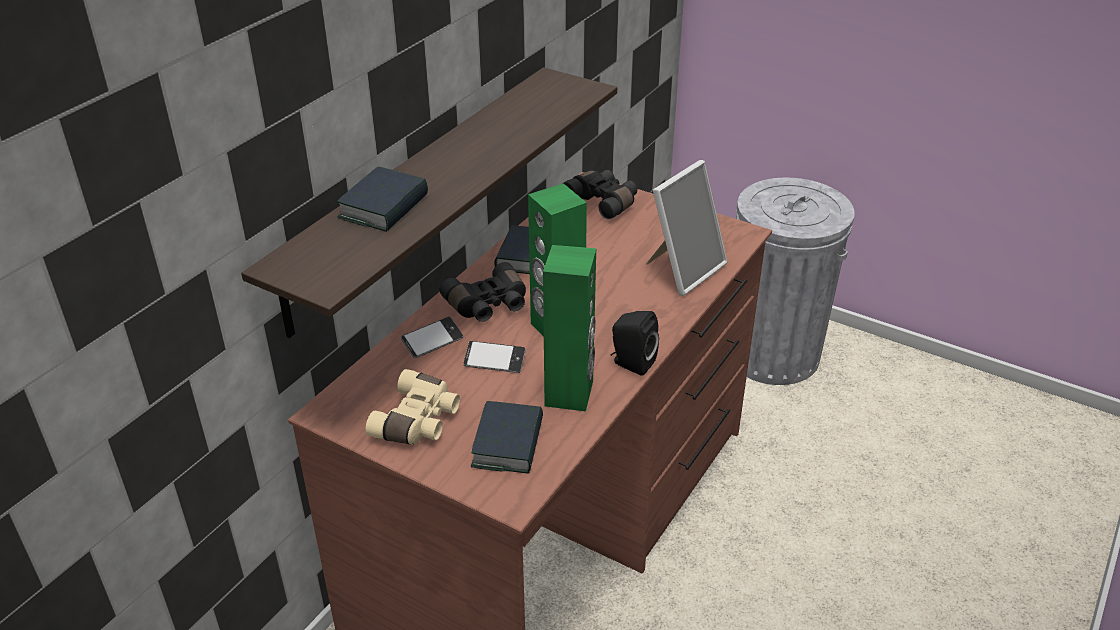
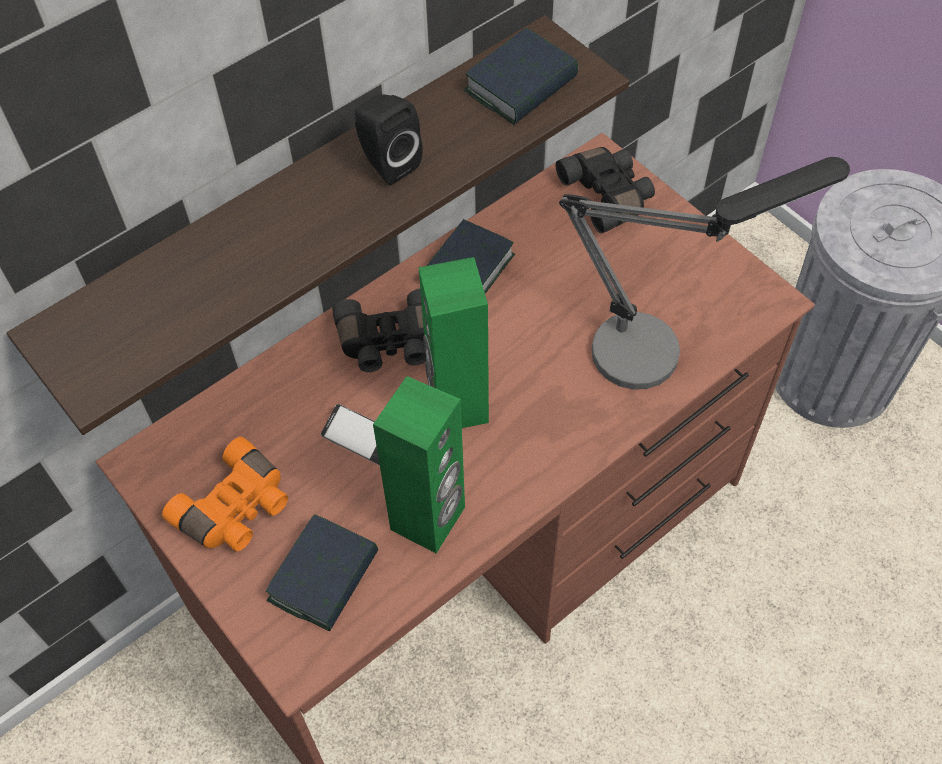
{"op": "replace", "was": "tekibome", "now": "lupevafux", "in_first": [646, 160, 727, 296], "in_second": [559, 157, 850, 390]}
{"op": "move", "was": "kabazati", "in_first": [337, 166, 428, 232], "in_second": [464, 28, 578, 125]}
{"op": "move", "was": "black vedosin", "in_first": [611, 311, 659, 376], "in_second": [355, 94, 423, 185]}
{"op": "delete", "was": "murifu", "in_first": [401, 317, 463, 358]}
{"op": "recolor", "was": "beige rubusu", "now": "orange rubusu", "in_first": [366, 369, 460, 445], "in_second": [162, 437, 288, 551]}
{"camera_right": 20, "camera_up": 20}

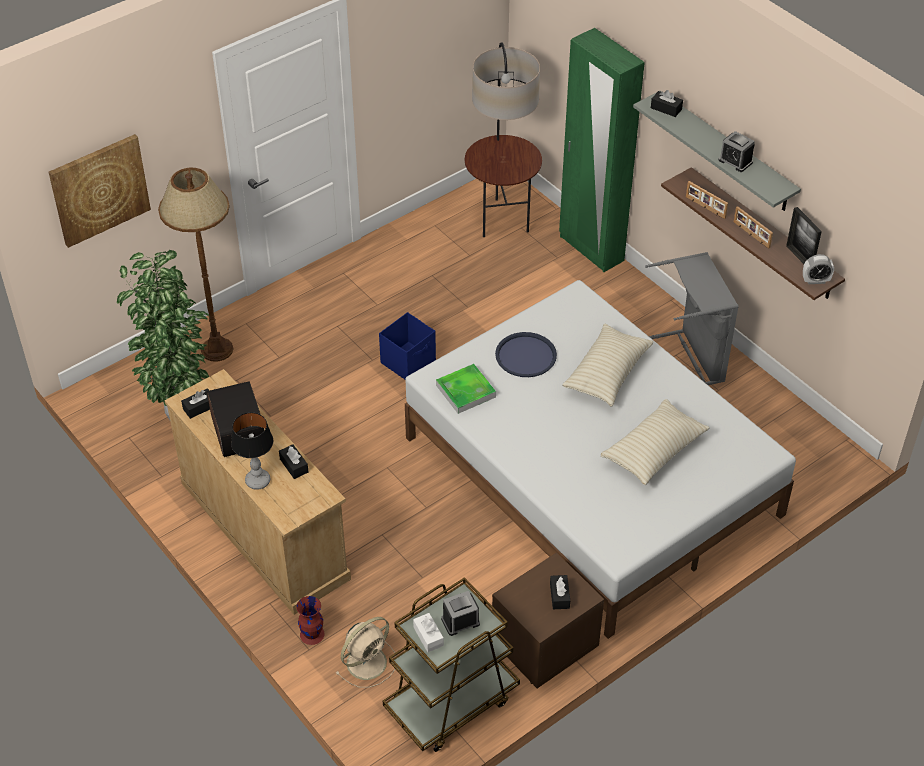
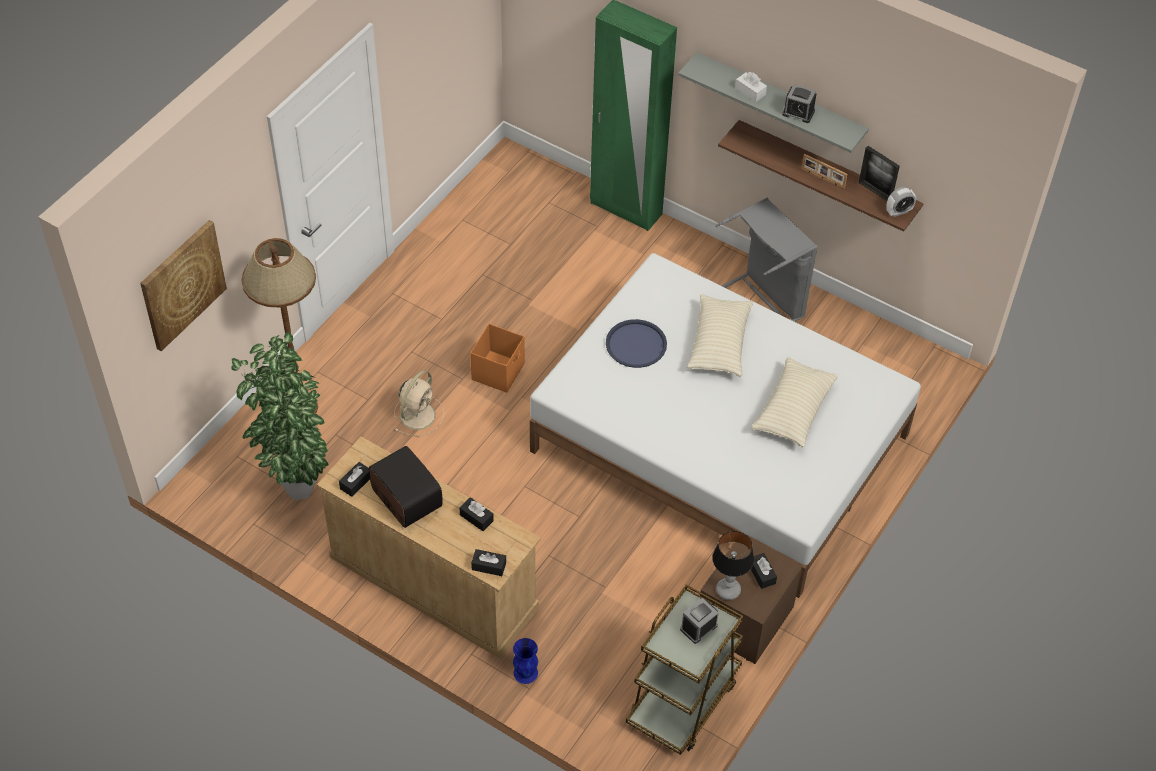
{"op": "delete", "was": "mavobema", "in_first": [465, 42, 542, 237]}
{"op": "move", "was": "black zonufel", "in_first": [651, 90, 683, 117], "in_second": [471, 549, 506, 576]}
{"op": "delete", "was": "tekibome", "in_first": [686, 181, 728, 219]}
{"op": "recolor", "was": "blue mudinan", "now": "orange mudinan", "in_first": [379, 312, 436, 380], "in_second": [470, 324, 525, 393]}
{"op": "delete", "was": "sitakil", "in_first": [436, 364, 496, 414]}
{"op": "move", "was": "lupevafux", "in_first": [231, 412, 273, 490], "in_second": [712, 531, 754, 600]}
{"op": "recolor", "was": "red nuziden", "now": "blue nuziden", "in_first": [296, 596, 325, 645], "in_second": [513, 638, 538, 684]}
{"op": "move", "was": "white zonufel", "in_first": [413, 613, 444, 652], "in_second": [735, 72, 767, 102]}
{"op": "move", "was": "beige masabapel", "in_first": [336, 617, 395, 688], "in_second": [394, 370, 444, 436]}
{"camera_right": -20, "camera_up": 5}

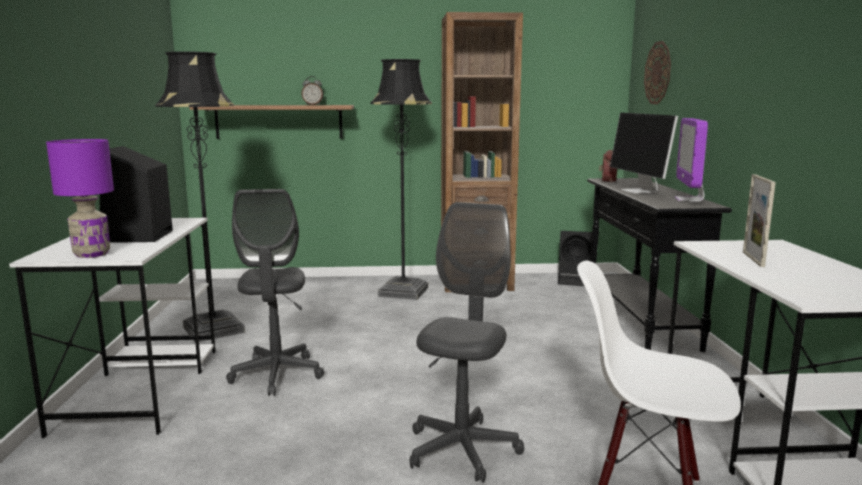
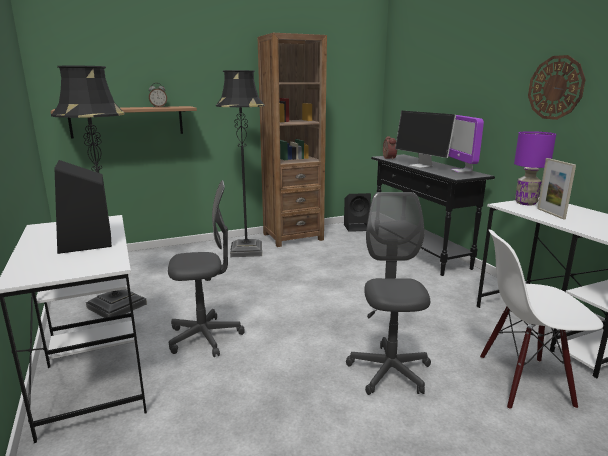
{"op": "move", "was": "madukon", "in_first": [644, 41, 671, 104], "in_second": [528, 55, 586, 120]}
{"op": "move", "was": "purple lupevafux", "in_first": [46, 139, 114, 258], "in_second": [514, 131, 556, 205]}
{"op": "rotate", "was": "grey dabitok", "in_first": [226, 189, 324, 396], "in_second": [168, 180, 245, 357], "clockwise": -75}
{"camera_right": -20, "camera_up": 5}

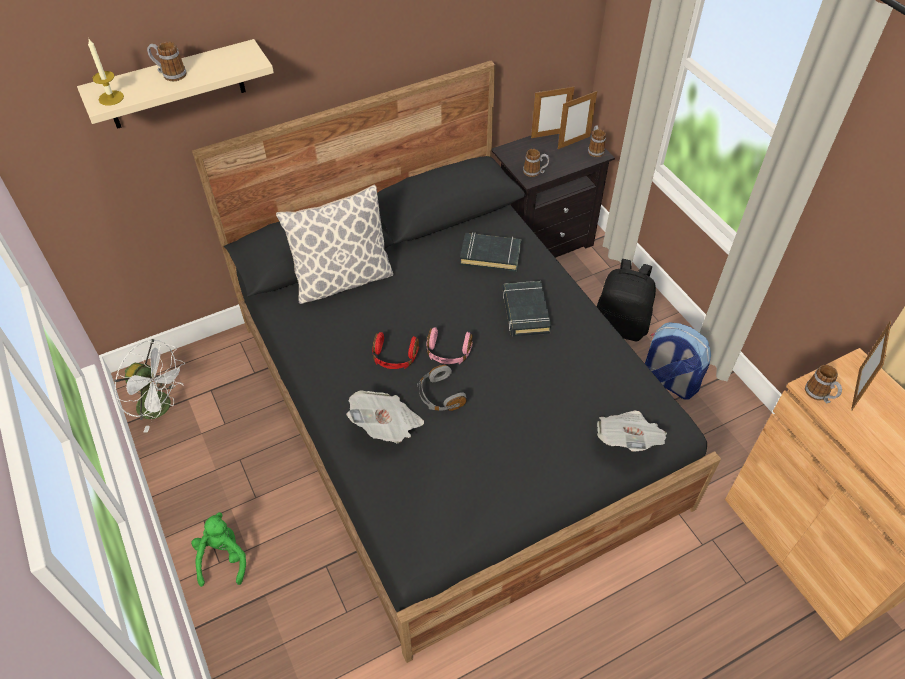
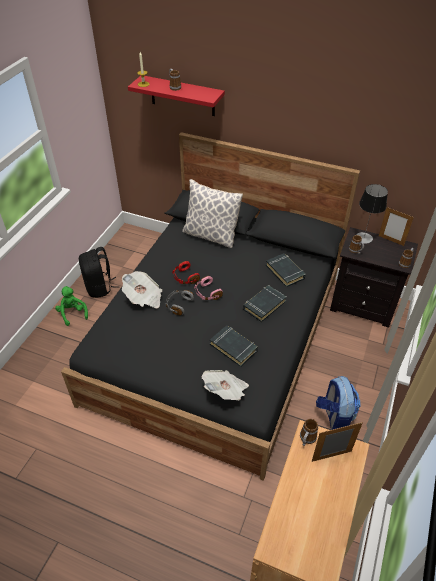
{"op": "recolor", "was": "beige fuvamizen", "now": "red fuvamizen", "in_first": [77, 39, 274, 129], "in_second": [128, 76, 225, 116]}
{"op": "delete", "was": "tekibome", "in_first": [558, 91, 597, 149]}
{"op": "move", "was": "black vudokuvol", "in_first": [597, 259, 656, 342], "in_second": [79, 247, 119, 298]}
{"op": "delete", "was": "white masabapel", "in_first": [114, 339, 185, 432]}
{"op": "rotate", "was": "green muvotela", "in_first": [191, 512, 246, 587], "in_second": [55, 286, 88, 326], "clockwise": -75}
{"op": "insert", "now": "lupevafux", "in_second": [356, 184, 388, 244]}
{"op": "insert", "now": "black kabazati", "in_second": [210, 325, 258, 367]}
{"camera_right": 50, "camera_up": -5}

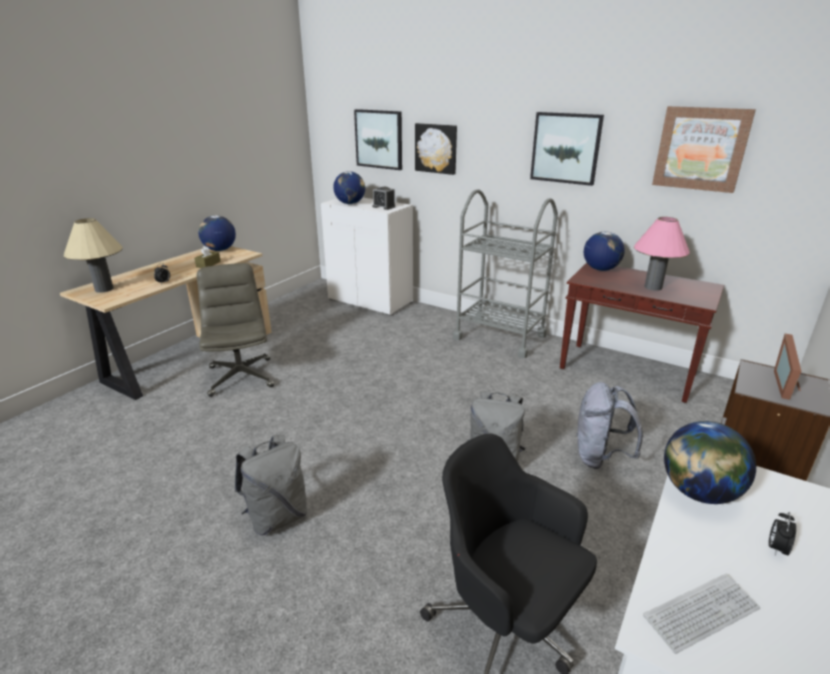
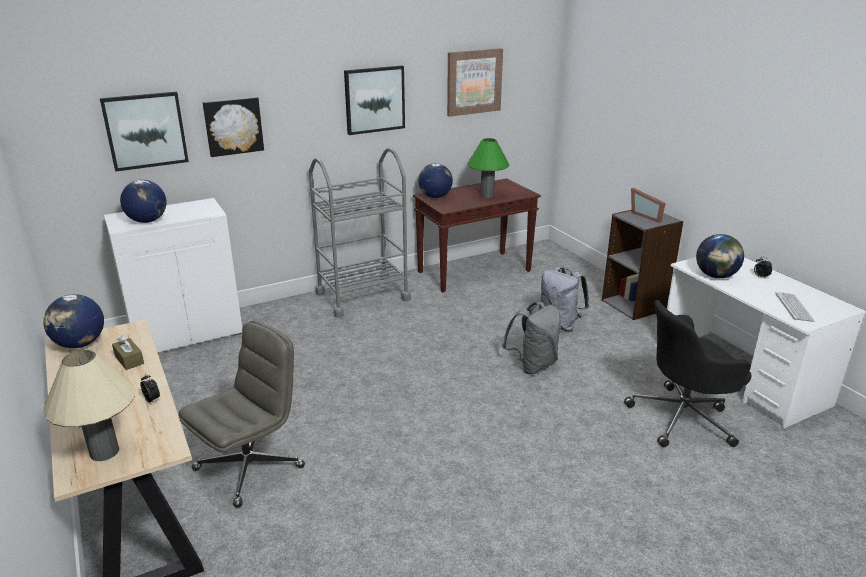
{"op": "delete", "was": "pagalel", "in_first": [373, 187, 396, 210]}
{"op": "recolor", "was": "pink lupevafux", "now": "green lupevafux", "in_first": [634, 217, 690, 291], "in_second": [468, 138, 509, 198]}
{"op": "rotate", "was": "grey dabitok", "in_first": [197, 263, 274, 397], "in_second": [179, 321, 305, 508], "clockwise": 120}
{"op": "delete", "was": "grey vudokuvol", "in_first": [235, 435, 308, 535]}
{"camera_right": -60, "camera_up": 0}

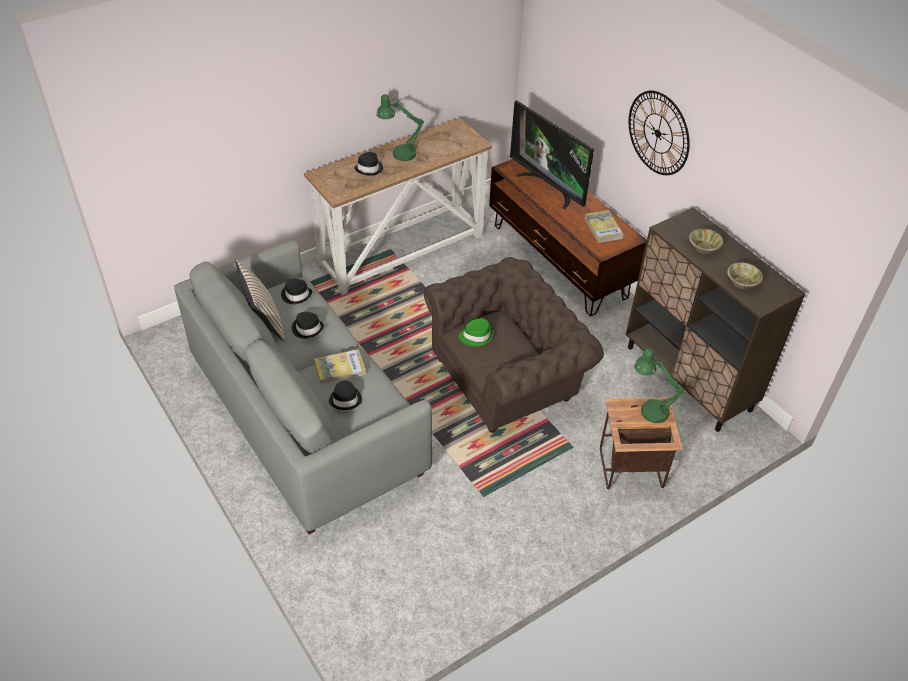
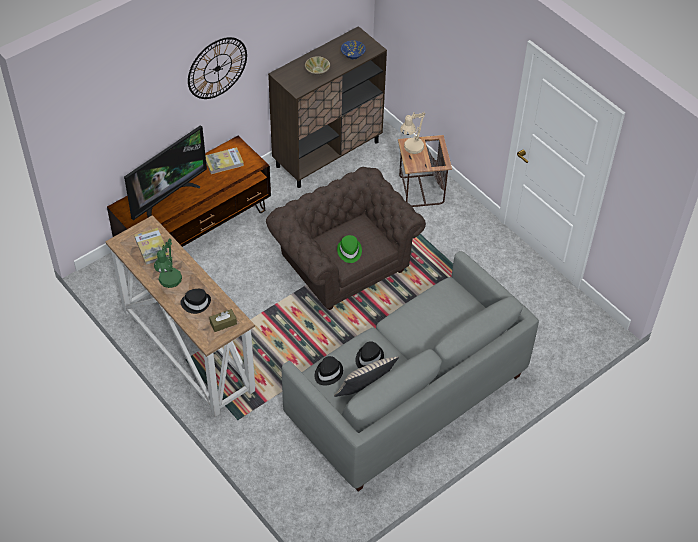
{"op": "recolor", "was": "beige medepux", "now": "blue medepux", "in_first": [727, 262, 763, 289], "in_second": [341, 40, 366, 60]}
{"op": "recolor", "was": "green lupevafux", "now": "beige lupevafux", "in_first": [634, 348, 685, 423], "in_second": [400, 111, 426, 154]}
{"op": "move", "was": "kabazati", "in_first": [314, 349, 366, 384], "in_second": [134, 228, 169, 265]}
{"op": "delete", "was": "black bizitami", "in_first": [329, 380, 362, 410]}
{"op": "insert", "now": "brown zonufel", "in_second": [209, 309, 237, 332]}
{"camera_right": -95, "camera_up": 5}

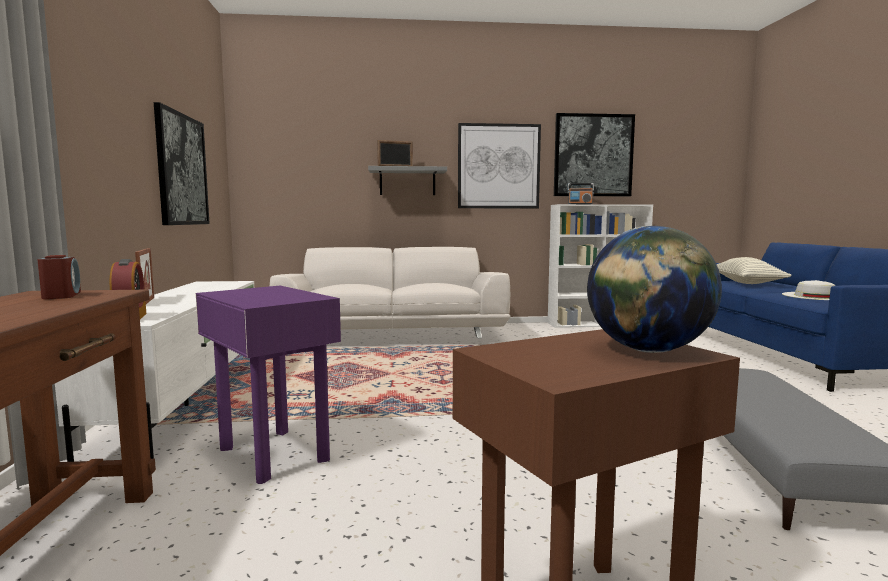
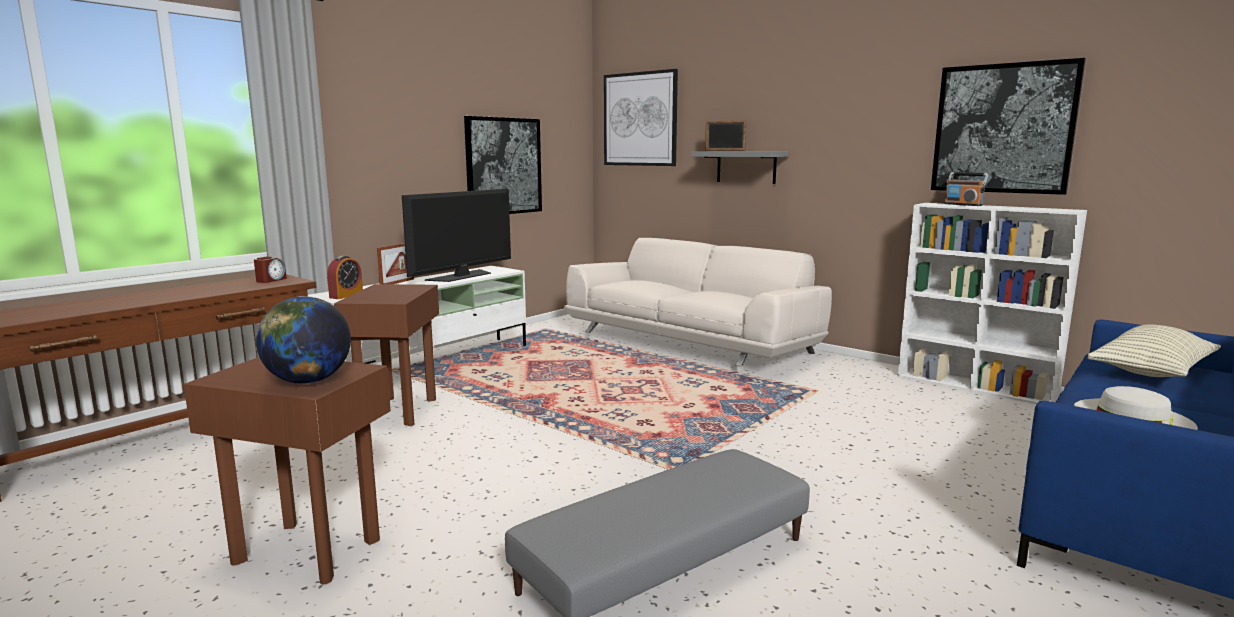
{"op": "move", "was": "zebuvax", "in_first": [458, 123, 541, 208], "in_second": [604, 69, 678, 166]}
{"op": "recolor", "was": "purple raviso", "now": "brown raviso", "in_first": [196, 286, 341, 484], "in_second": [334, 284, 439, 426]}
{"op": "insert", "now": "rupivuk", "in_second": [402, 189, 511, 282]}
{"camera_right": 45, "camera_up": 5}

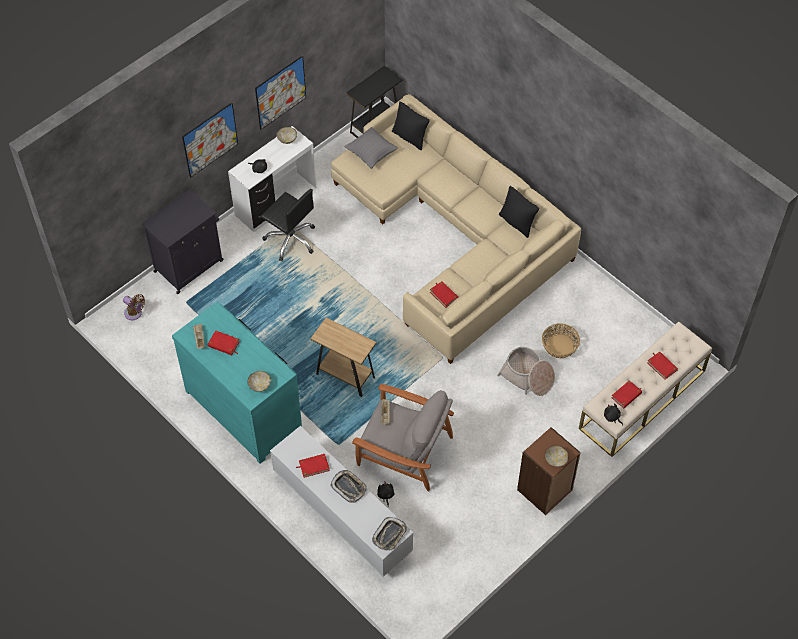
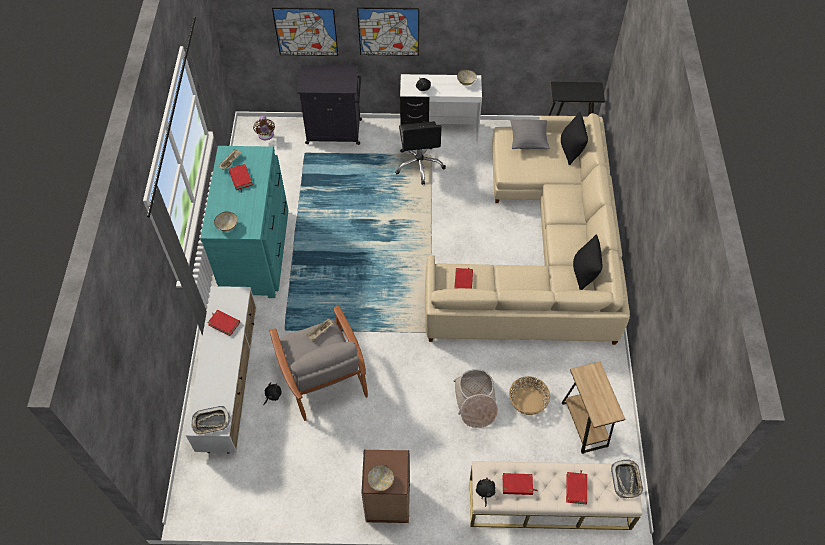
{"op": "move", "was": "zebuvax", "in_first": [255, 56, 306, 130], "in_second": [272, 7, 338, 56]}
{"op": "move", "was": "brown raviso", "in_first": [310, 317, 377, 397], "in_second": [562, 362, 625, 454]}
{"op": "move", "was": "sitakil", "in_first": [330, 470, 367, 503], "in_second": [611, 460, 644, 498]}
{"camera_right": 45, "camera_up": 0}

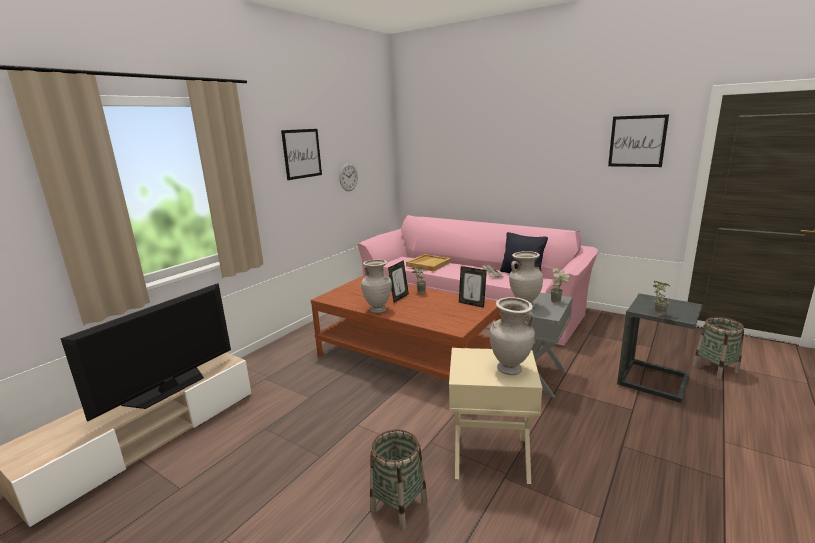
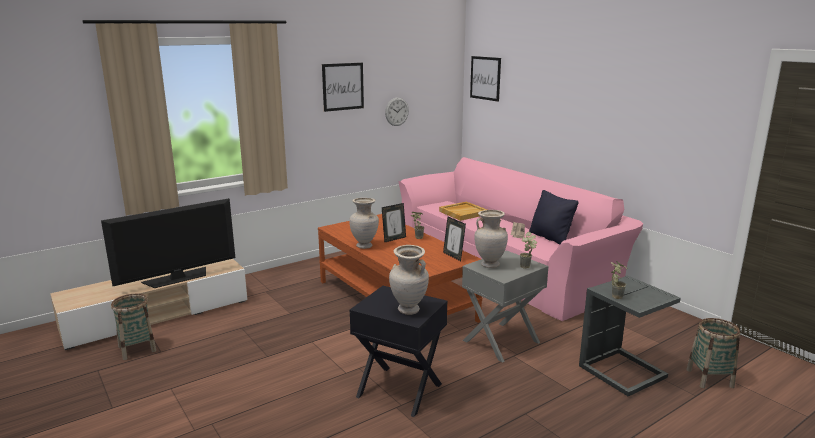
{"op": "move", "was": "zebuvax", "in_first": [608, 114, 669, 167], "in_second": [470, 56, 501, 102]}
{"op": "recolor", "was": "beige raviso", "now": "black raviso", "in_first": [449, 348, 542, 484], "in_second": [350, 286, 448, 417]}
{"op": "move", "was": "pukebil", "in_first": [370, 429, 427, 530], "in_second": [111, 294, 156, 360]}
{"camera_right": 20, "camera_up": 0}

